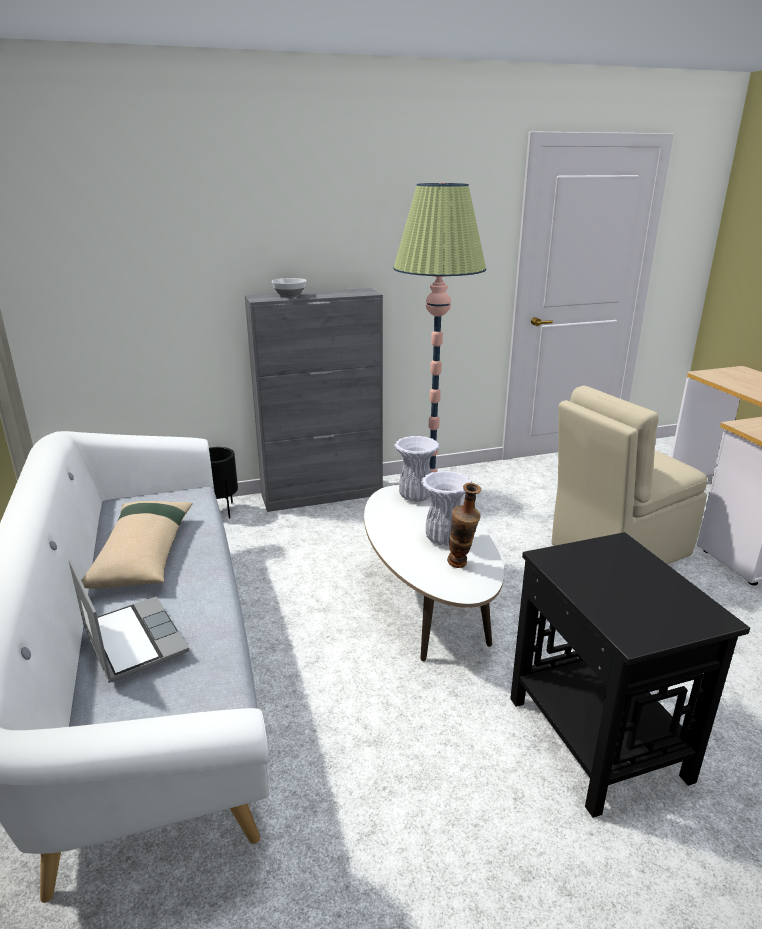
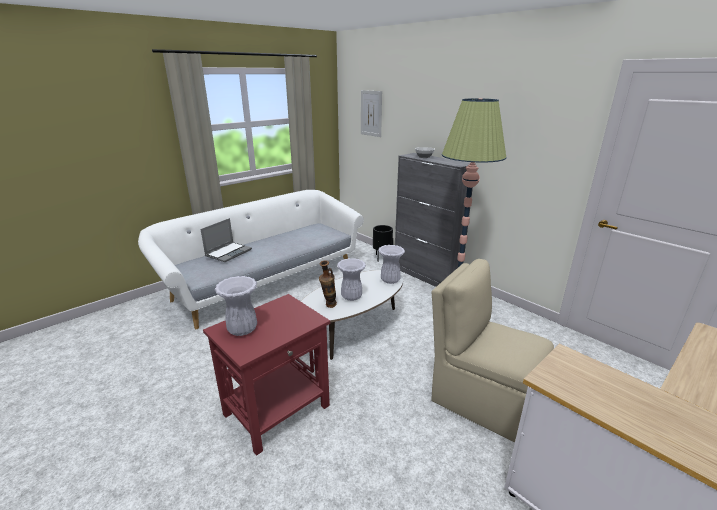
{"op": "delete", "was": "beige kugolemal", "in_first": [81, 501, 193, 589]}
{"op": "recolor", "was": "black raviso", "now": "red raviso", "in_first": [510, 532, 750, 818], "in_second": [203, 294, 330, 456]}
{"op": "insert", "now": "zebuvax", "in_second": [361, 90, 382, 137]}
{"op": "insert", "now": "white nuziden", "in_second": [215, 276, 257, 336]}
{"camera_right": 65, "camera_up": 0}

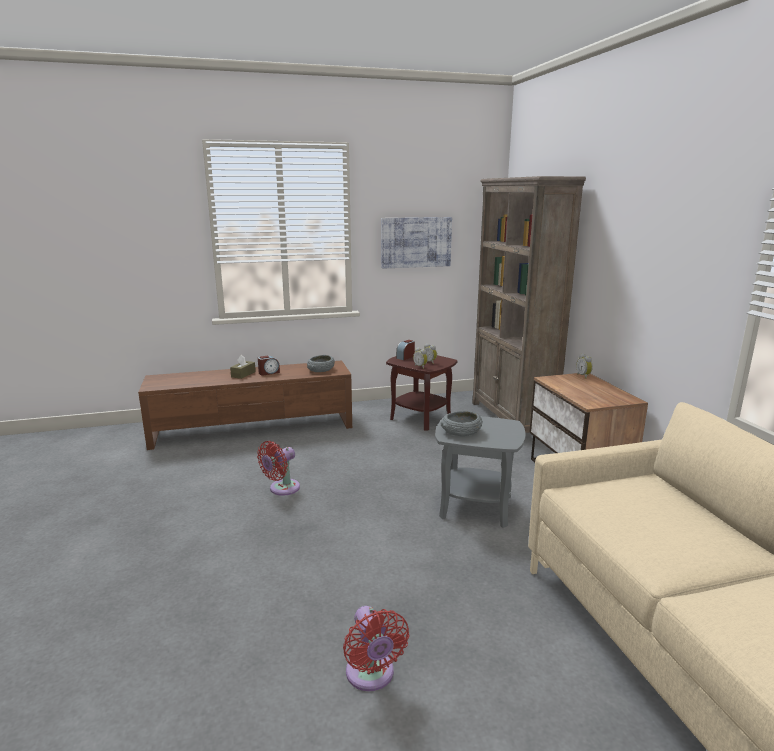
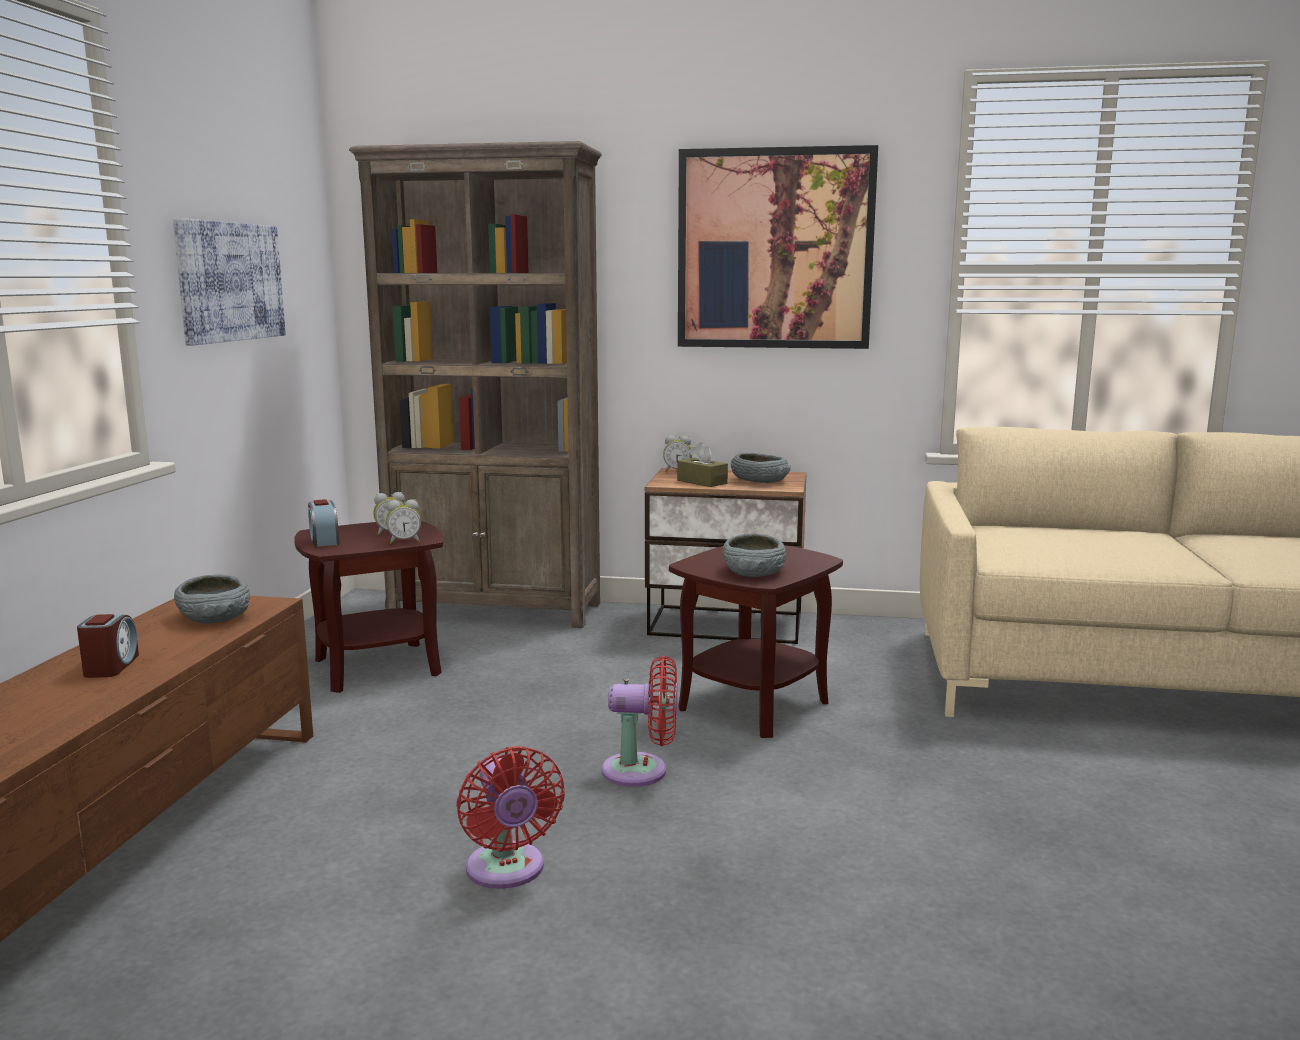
{"op": "move", "was": "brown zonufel", "in_first": [230, 355, 256, 379], "in_second": [677, 442, 728, 487]}
{"op": "recolor", "was": "grey raviso", "now": "brown raviso", "in_first": [435, 416, 526, 528], "in_second": [669, 545, 843, 738]}
{"op": "move", "was": "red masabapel", "in_first": [343, 606, 409, 691], "in_second": [602, 656, 677, 787]}
{"op": "insert", "now": "zebuvax", "in_second": [678, 145, 878, 349]}
{"op": "insert", "now": "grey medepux", "in_second": [731, 453, 791, 483]}
{"camera_right": -65, "camera_up": -5}

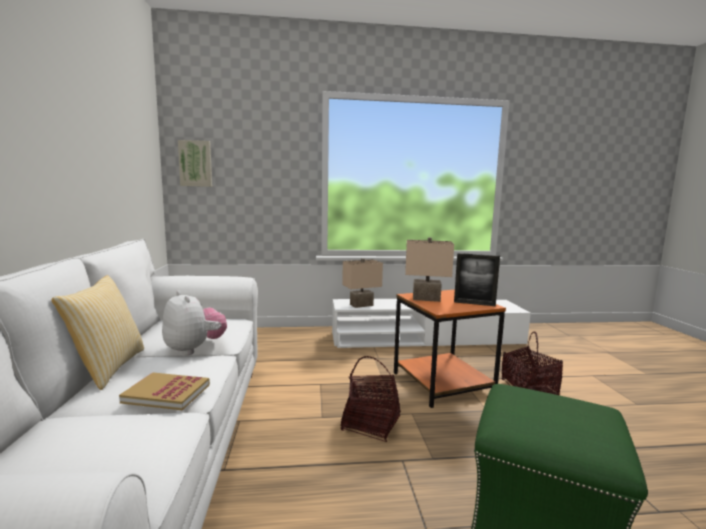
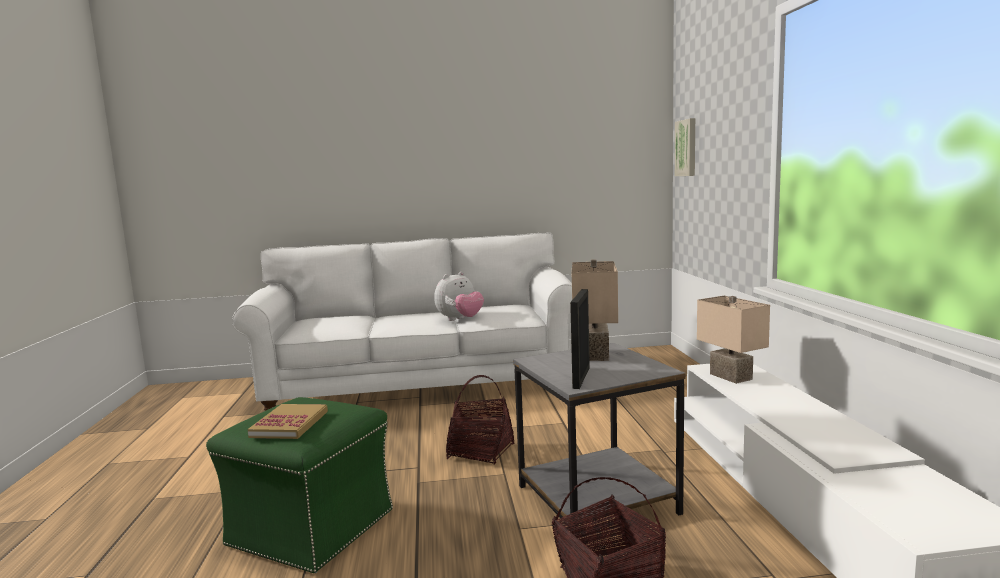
{"op": "delete", "was": "kugolemal", "in_first": [51, 275, 144, 390]}
{"op": "recolor", "was": "orange raviso", "now": "grey raviso", "in_first": [394, 290, 506, 408], "in_second": [513, 343, 686, 536]}
{"op": "move", "was": "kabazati", "in_first": [119, 372, 210, 410], "in_second": [247, 404, 328, 439]}
{"camera_right": 90, "camera_up": 0}

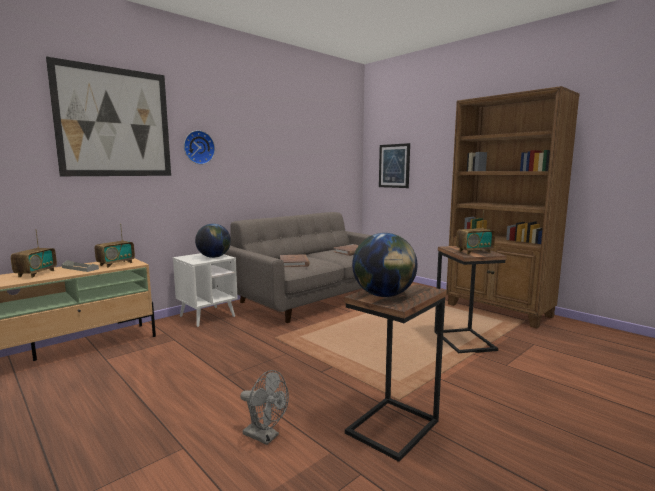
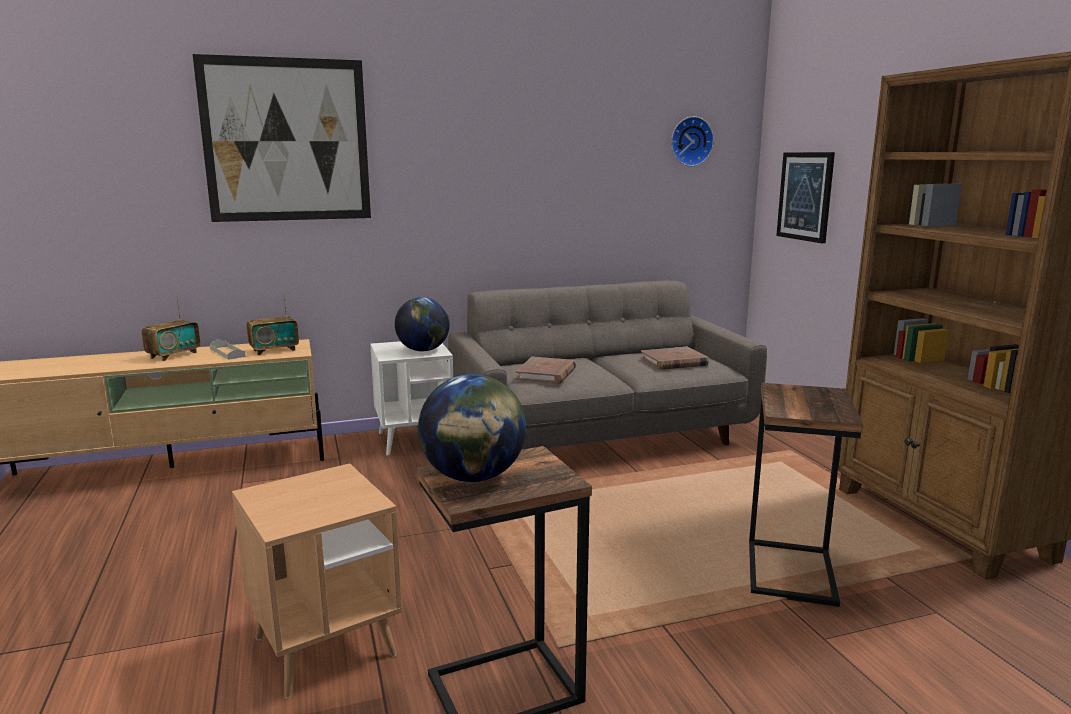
{"op": "move", "was": "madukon", "in_first": [184, 130, 215, 165], "in_second": [671, 116, 714, 166]}
{"op": "delete", "was": "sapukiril", "in_first": [456, 210, 495, 254]}
{"op": "replace", "was": "grey masabapel", "now": "brown raviso", "in_first": [240, 370, 289, 445], "in_second": [232, 463, 402, 698]}
{"camera_right": 25, "camera_up": 5}

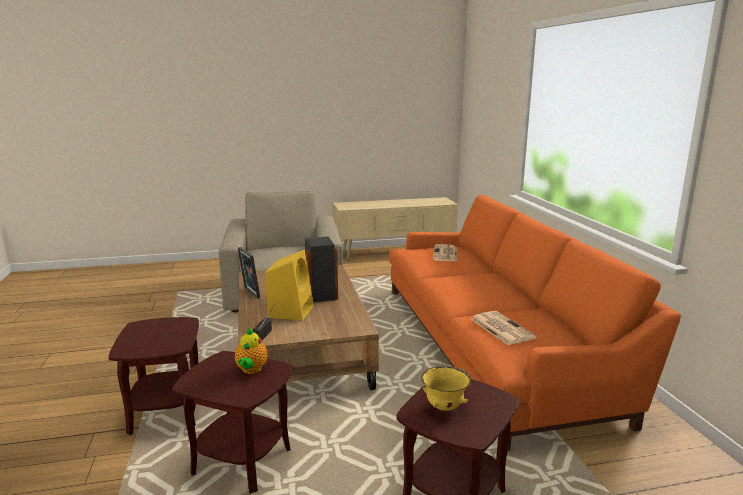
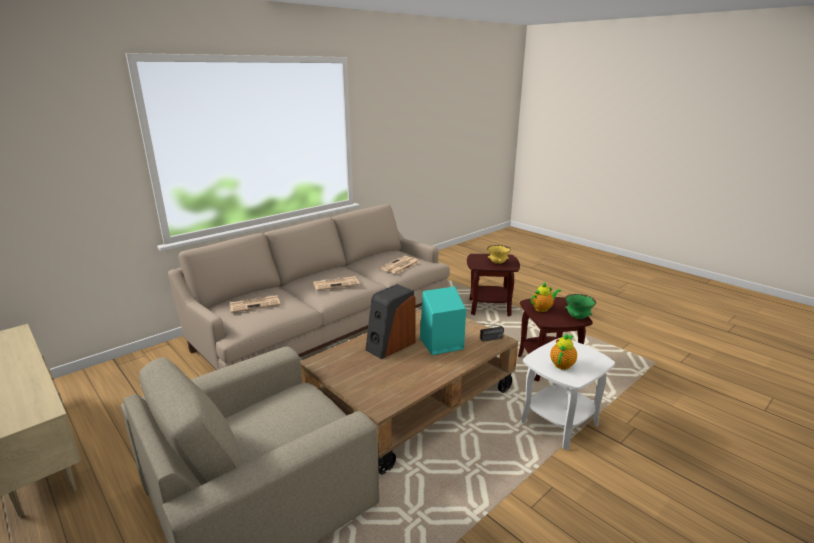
{"op": "recolor", "was": "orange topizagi", "now": "beige topizagi", "in_first": [389, 195, 681, 451], "in_second": [168, 204, 450, 370]}
{"op": "delete", "was": "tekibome", "in_first": [238, 247, 260, 299]}
{"op": "recolor", "was": "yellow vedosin", "now": "turquoise vedosin", "in_first": [265, 250, 314, 321], "in_second": [420, 287, 466, 355]}
{"op": "recolor", "was": "brown raviso", "now": "white raviso", "in_first": [108, 317, 199, 435], "in_second": [521, 338, 615, 450]}
{"op": "insert", "now": "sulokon", "in_second": [313, 276, 360, 291]}
{"op": "insert", "now": "green medepux", "in_second": [565, 294, 596, 319]}
{"op": "insert", "now": "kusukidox", "in_second": [550, 334, 577, 370]}
{"camera_right": -120, "camera_up": 5}

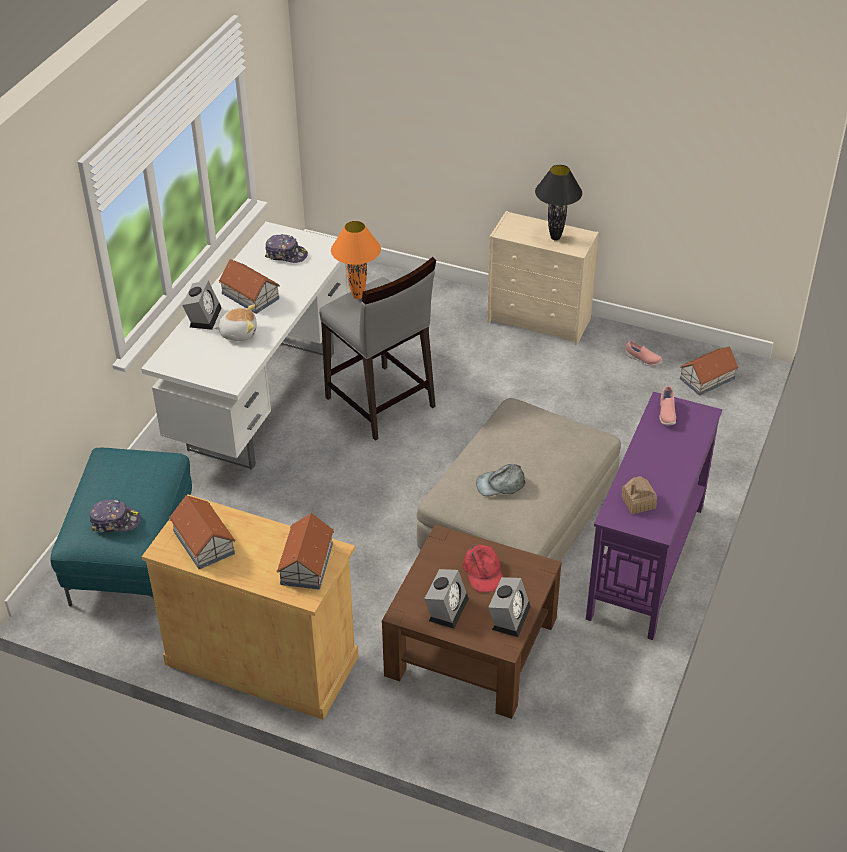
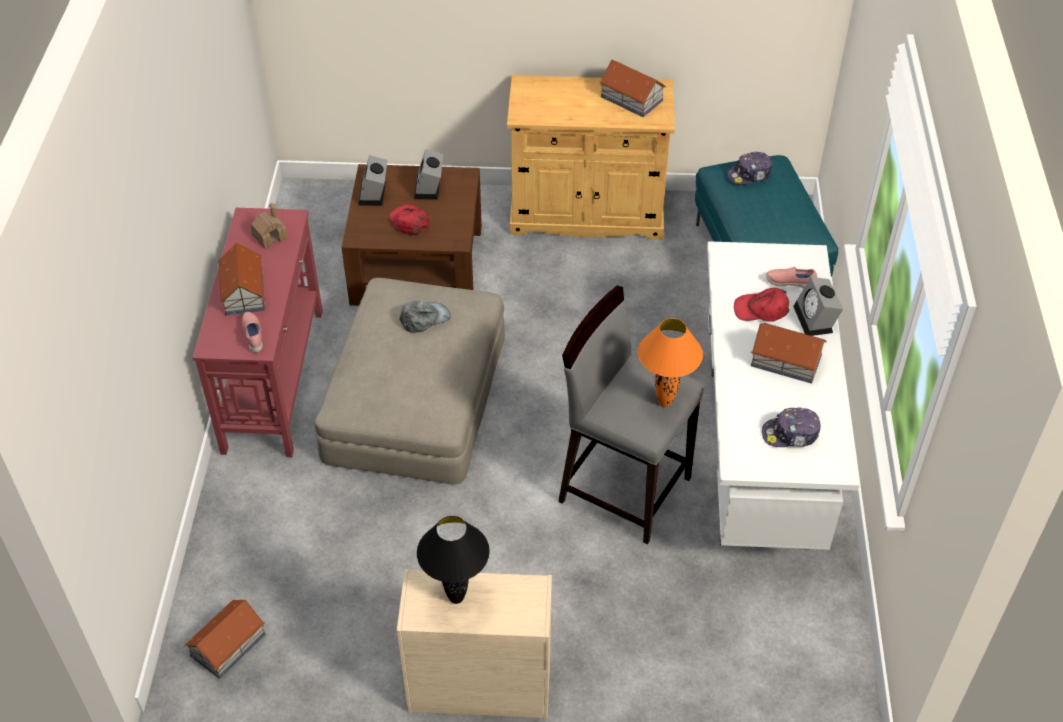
{"op": "replace", "was": "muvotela", "now": "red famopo", "in_first": [214, 305, 257, 341], "in_second": [734, 288, 789, 322]}
{"op": "move", "was": "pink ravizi", "in_first": [625, 340, 662, 366], "in_second": [766, 267, 817, 288]}
{"op": "recolor", "was": "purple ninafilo", "now": "red ninafilo", "in_first": [586, 392, 722, 640], "in_second": [192, 208, 323, 457]}
{"op": "move", "was": "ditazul", "in_first": [277, 513, 334, 590], "in_second": [218, 243, 265, 315]}
{"camera_right": 160, "camera_up": 5}

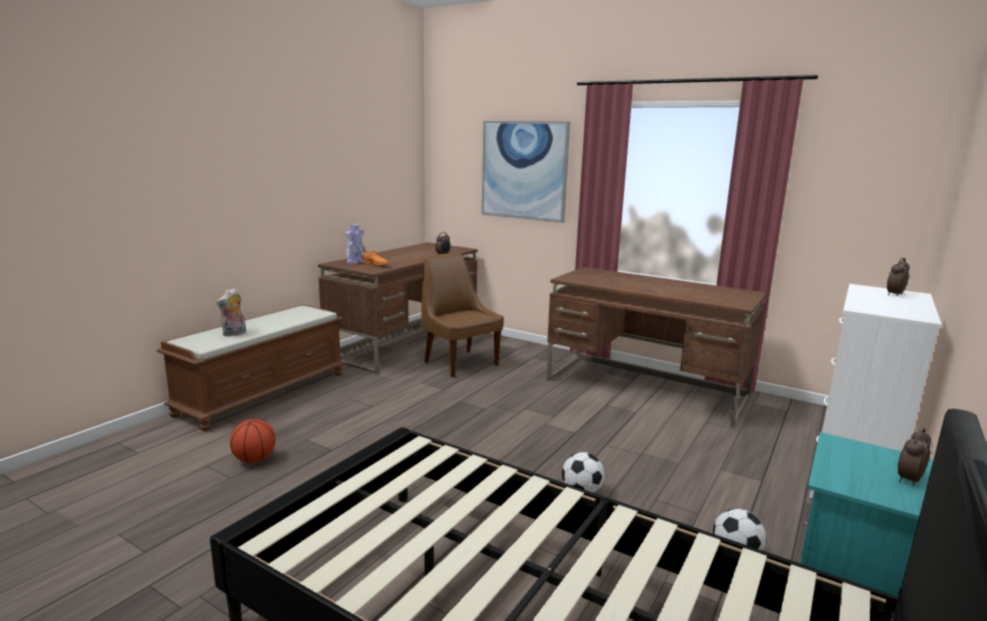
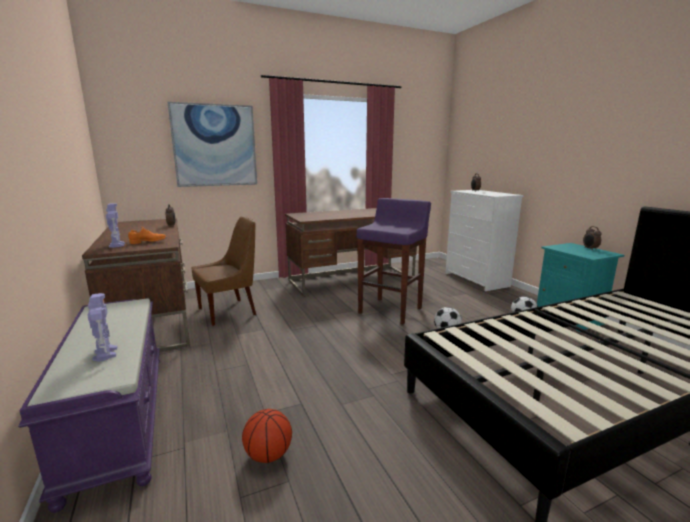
{"op": "rotate", "was": "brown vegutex", "in_first": [422, 253, 504, 378], "in_second": [192, 217, 256, 326], "clockwise": 150}
{"op": "replace", "was": "muvotela", "now": "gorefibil", "in_first": [216, 288, 246, 336], "in_second": [87, 293, 117, 362]}
{"op": "recolor", "was": "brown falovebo", "now": "purple falovebo", "in_first": [157, 304, 345, 431], "in_second": [18, 298, 160, 513]}
{"op": "insert", "now": "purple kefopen", "in_second": [357, 198, 431, 325]}
{"camera_right": -55, "camera_up": 0}

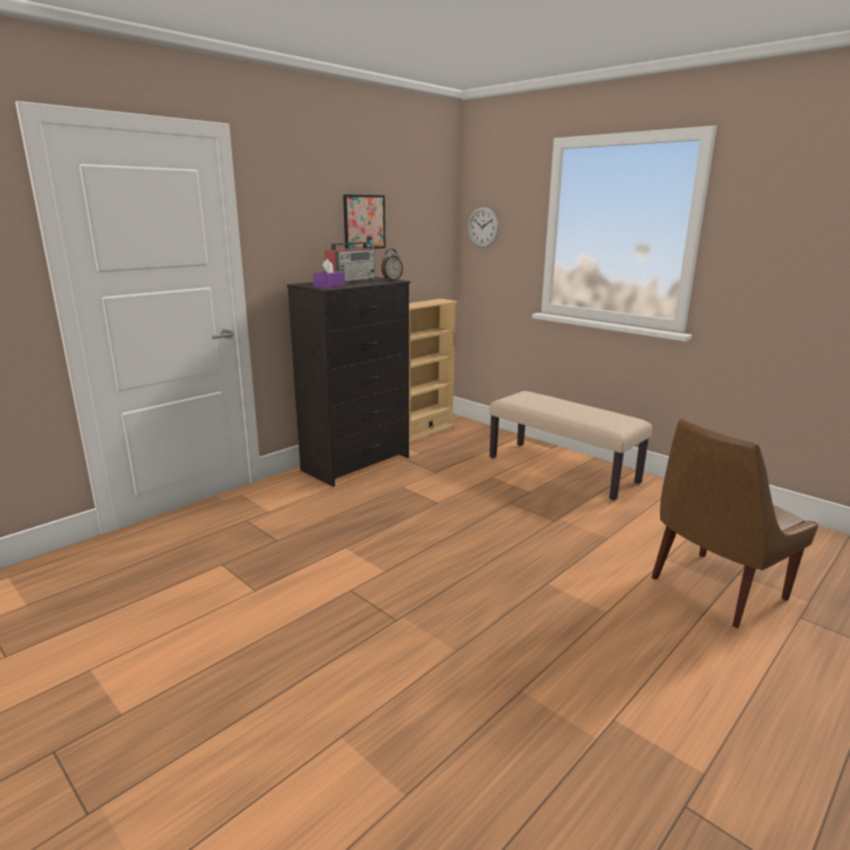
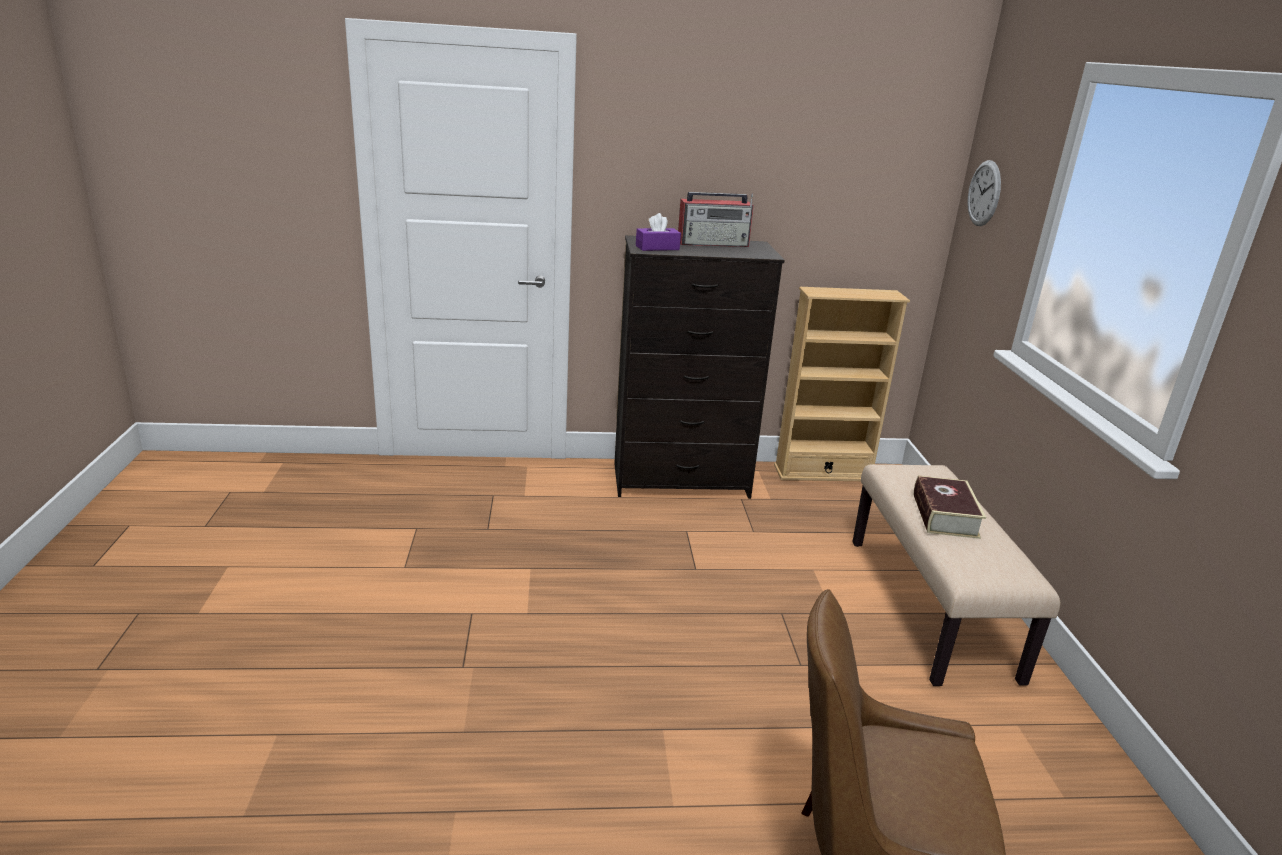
{"op": "delete", "was": "zebuvax", "in_first": [343, 194, 385, 249]}
{"op": "delete", "was": "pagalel", "in_first": [381, 249, 403, 281]}
{"op": "insert", "now": "kabazati", "in_second": [914, 475, 986, 539]}
{"camera_right": 40, "camera_up": 5}

